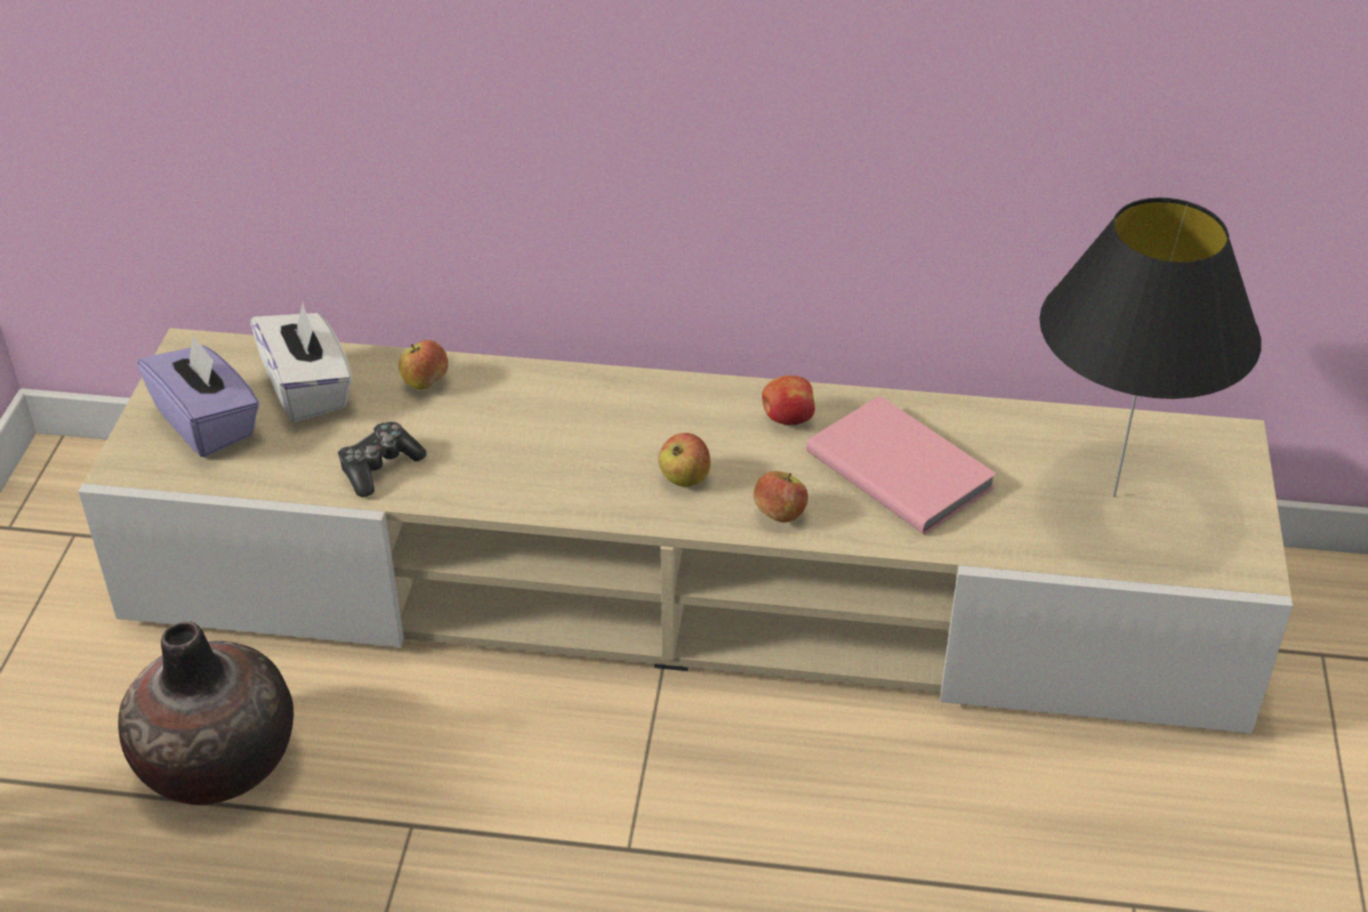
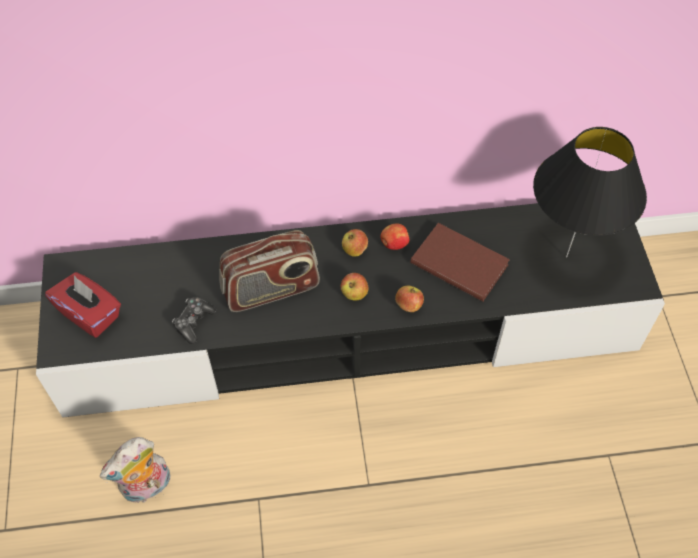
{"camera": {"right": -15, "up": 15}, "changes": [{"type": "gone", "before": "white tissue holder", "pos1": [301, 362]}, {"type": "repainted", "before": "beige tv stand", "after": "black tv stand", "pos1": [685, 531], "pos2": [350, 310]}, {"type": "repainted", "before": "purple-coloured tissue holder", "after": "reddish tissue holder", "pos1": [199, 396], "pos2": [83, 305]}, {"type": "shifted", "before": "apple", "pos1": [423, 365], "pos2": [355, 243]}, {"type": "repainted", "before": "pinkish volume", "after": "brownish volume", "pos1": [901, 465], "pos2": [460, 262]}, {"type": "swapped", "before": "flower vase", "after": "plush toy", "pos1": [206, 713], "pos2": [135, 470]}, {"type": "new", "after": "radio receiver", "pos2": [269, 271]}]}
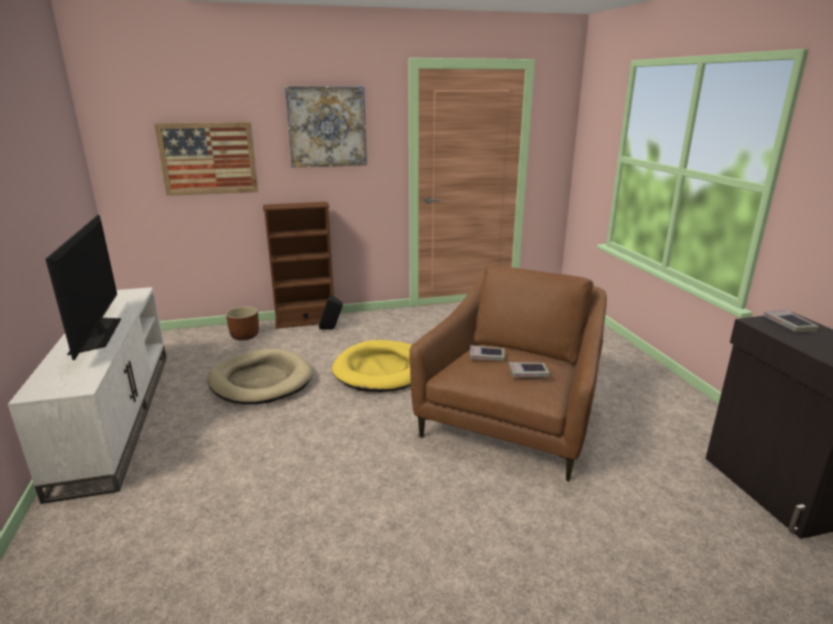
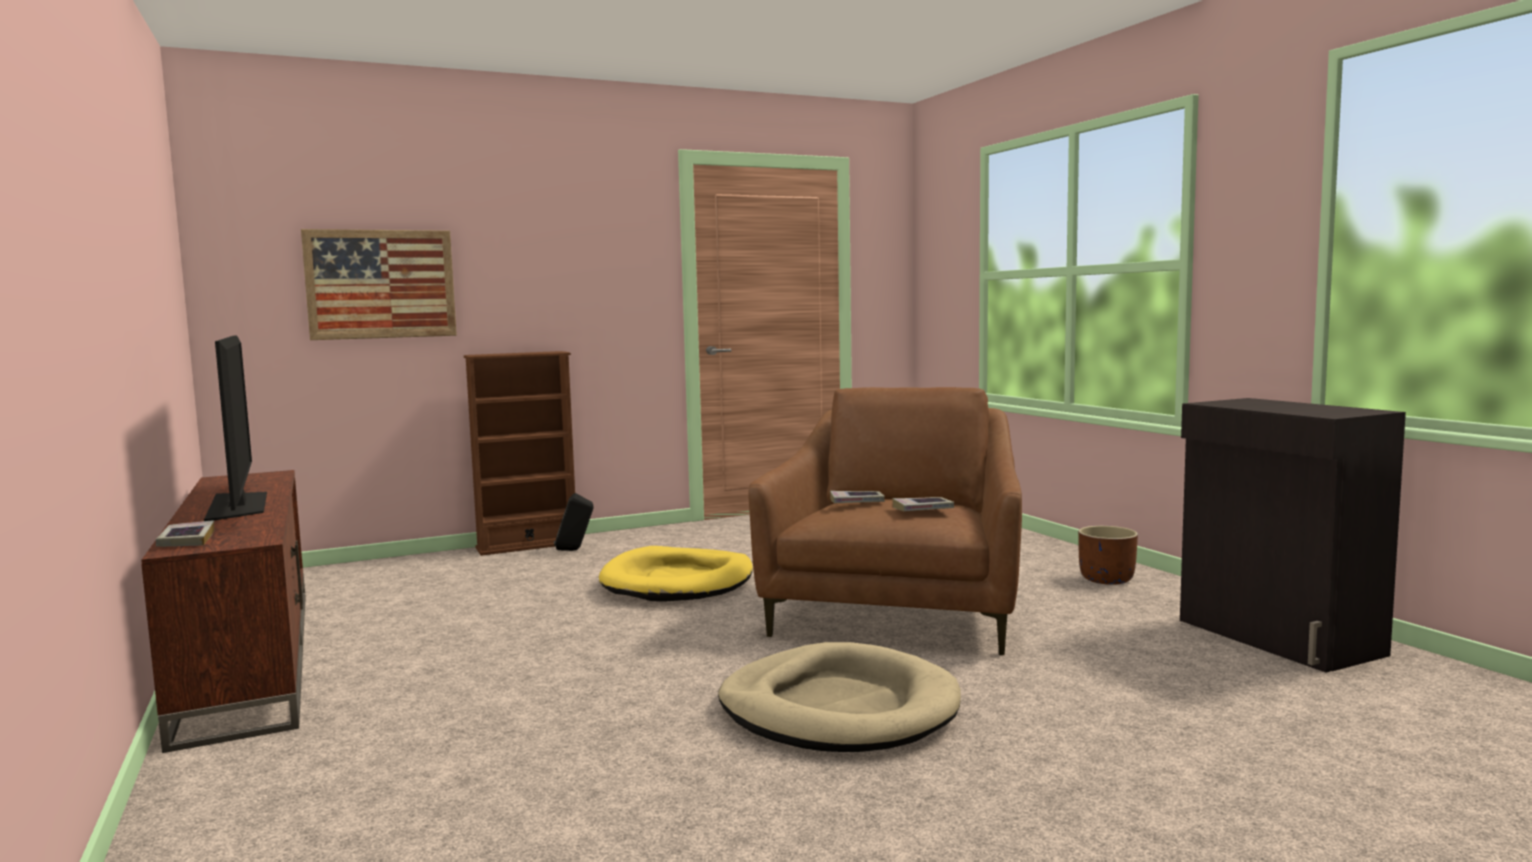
{"camera": {"right": -10, "up": -15}, "changes": [{"type": "gone", "before": "wall picture", "pos1": [326, 127]}, {"type": "repainted", "before": "white tv stand", "after": "brownish tv stand", "pos1": [87, 395], "pos2": [223, 611]}, {"type": "shifted", "before": "brownish flower pot", "pos1": [242, 323], "pos2": [1108, 555]}, {"type": "shifted", "before": "volume", "pos1": [791, 320], "pos2": [185, 533]}, {"type": "shifted", "before": "beige dog cushion", "pos1": [260, 376], "pos2": [839, 697]}]}
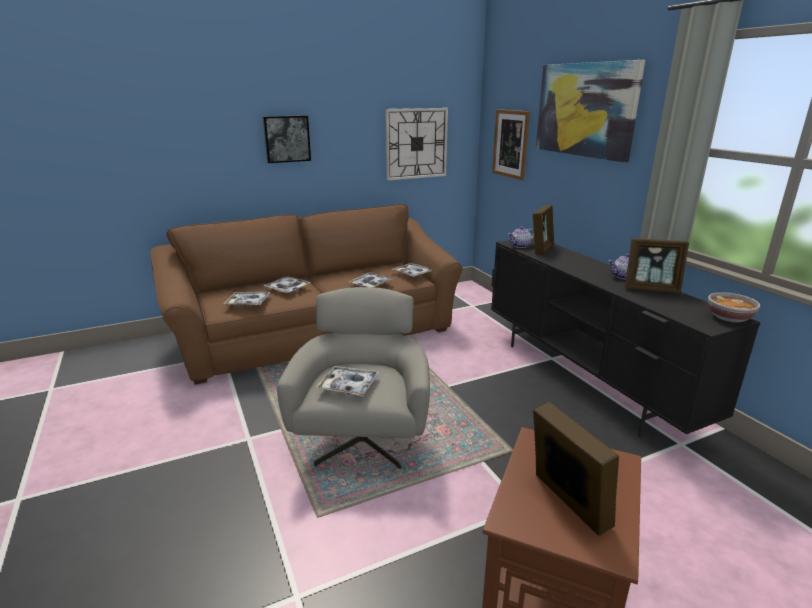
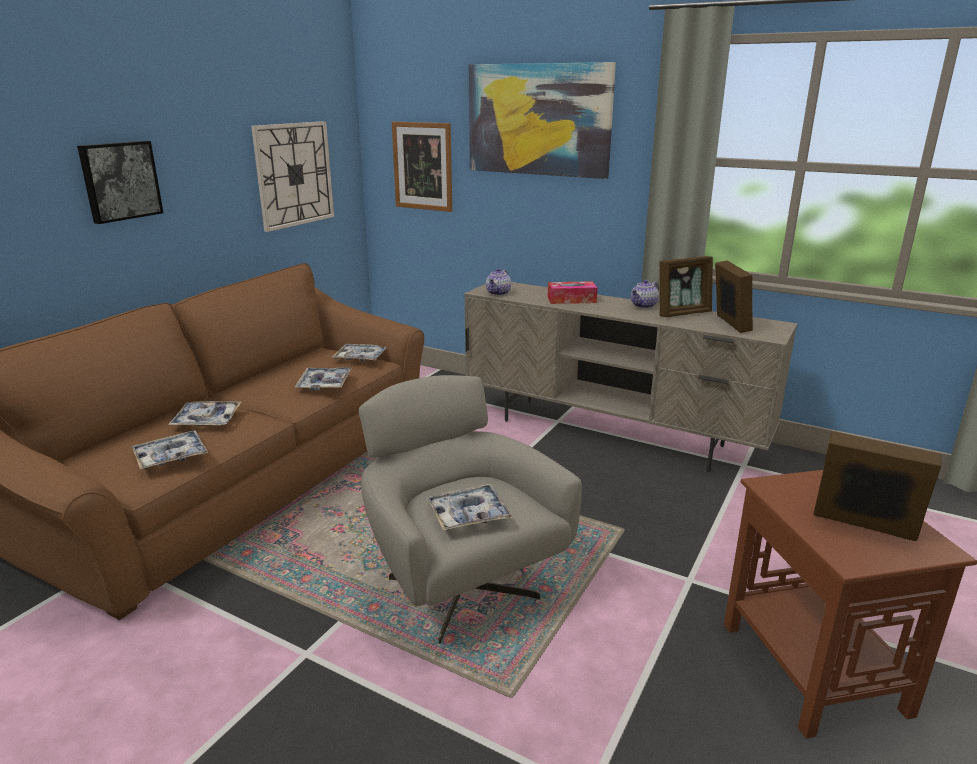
{"camera": {"right": -35, "up": 0}, "changes": [{"type": "shifted", "before": "picture frame", "pos1": [543, 229], "pos2": [734, 296]}, {"type": "repainted", "before": "black tv stand", "after": "beige tv stand", "pos1": [626, 337], "pos2": [630, 377]}, {"type": "gone", "before": "deep dish", "pos1": [734, 307]}, {"type": "new", "after": "tissue holder", "pos2": [573, 292]}]}
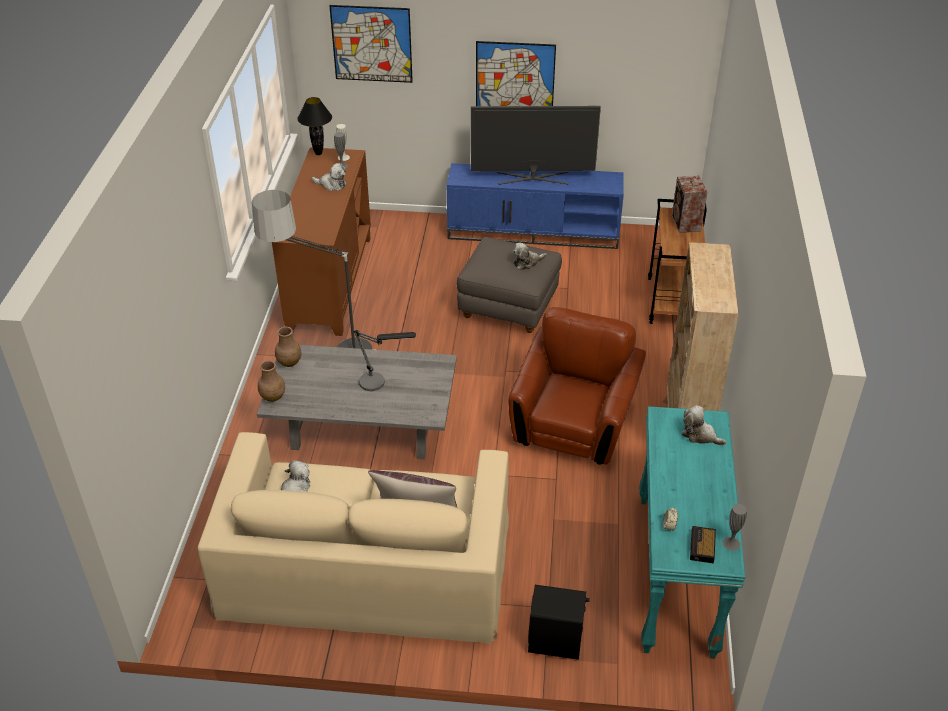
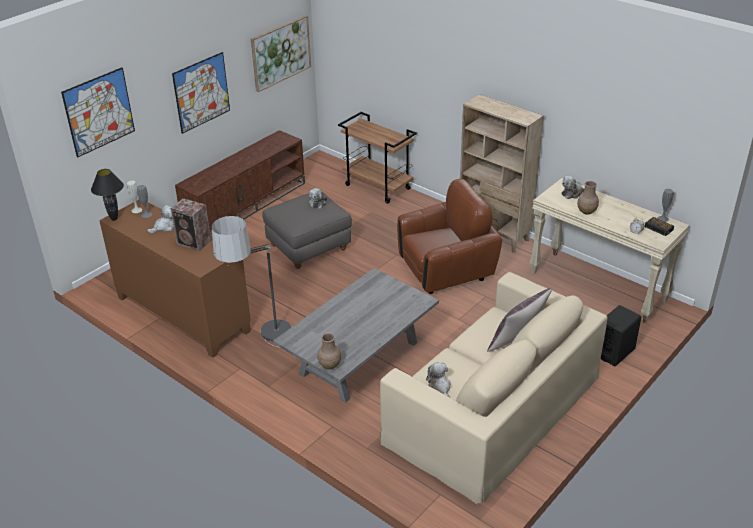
{"camera": {"right": -55, "up": -5}, "changes": [{"type": "gone", "before": "TV set", "pos1": [536, 145]}, {"type": "repainted", "before": "bluish tv stand", "after": "brownish tv stand", "pos1": [535, 206], "pos2": [240, 180]}, {"type": "shifted", "before": "audio speaker", "pos1": [689, 204], "pos2": [191, 224]}, {"type": "rotated", "before": "brownish lounge chair", "pos1": [577, 386], "pos2": [449, 236], "turn": 105}, {"type": "shifted", "before": "brownish flower vase", "pos1": [288, 347], "pos2": [588, 198]}, {"type": "gone", "before": "table lamp", "pos1": [385, 360]}, {"type": "repainted", "before": "turquoise hall table", "after": "beige hall table", "pos1": [692, 532], "pos2": [610, 250]}, {"type": "new", "after": "wall picture", "pos2": [281, 53]}]}
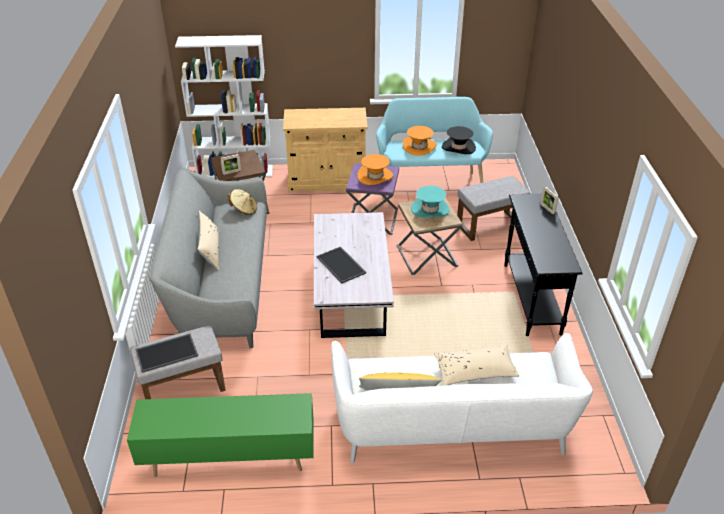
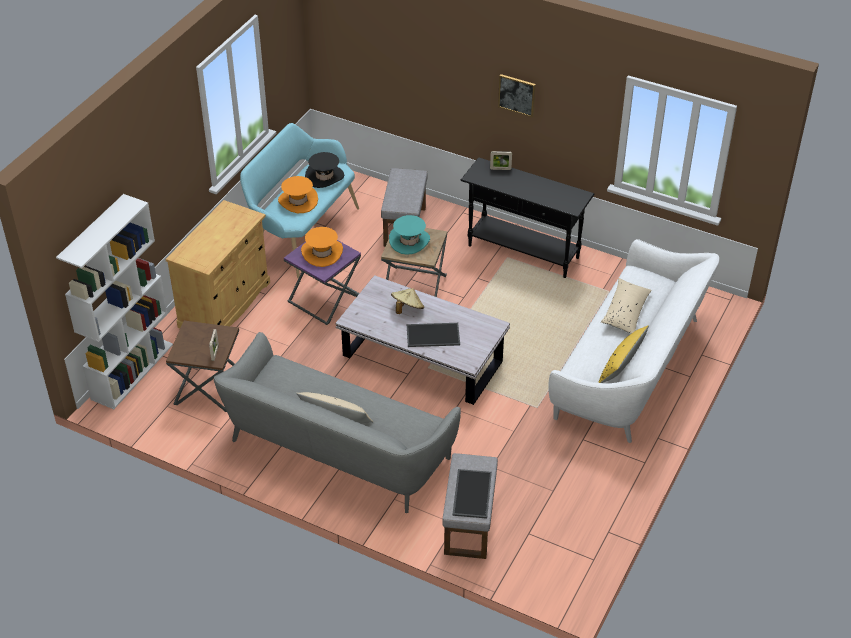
{"camera": {"right": -60, "up": 5}, "changes": [{"type": "shifted", "before": "beige hat", "pos1": [242, 202], "pos2": [407, 301]}, {"type": "gone", "before": "greenish tv stand", "pos1": [220, 435]}, {"type": "new", "after": "wall picture", "pos2": [517, 95]}]}
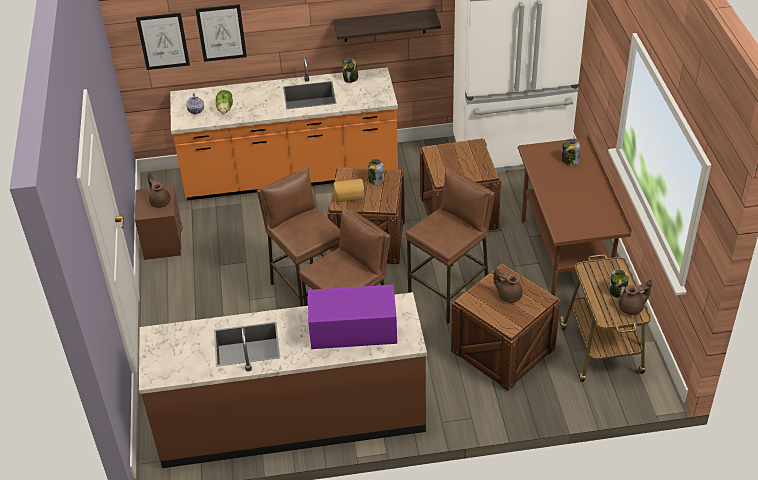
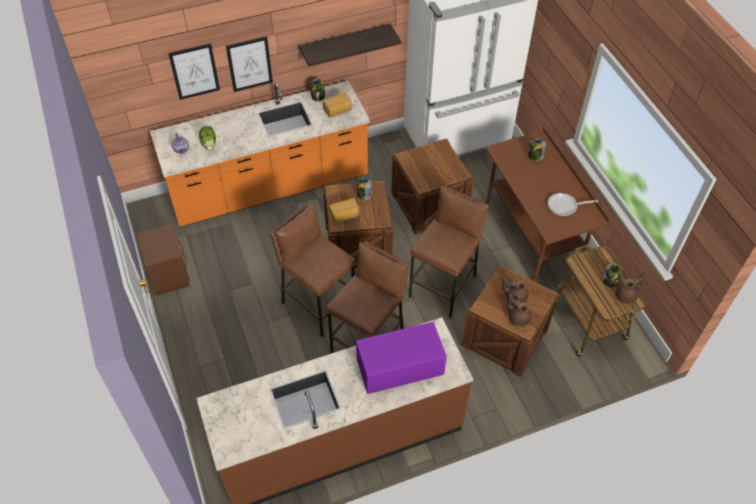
{"camera": {"right": -15, "up": 10}, "changes": [{"type": "shifted", "before": "wall picture", "pos1": [163, 41], "pos2": [249, 64]}, {"type": "shifted", "before": "brownish tea pot", "pos1": [159, 190], "pos2": [519, 310]}, {"type": "new", "after": "bread", "pos2": [337, 105]}, {"type": "new", "after": "skillet", "pos2": [573, 204]}]}
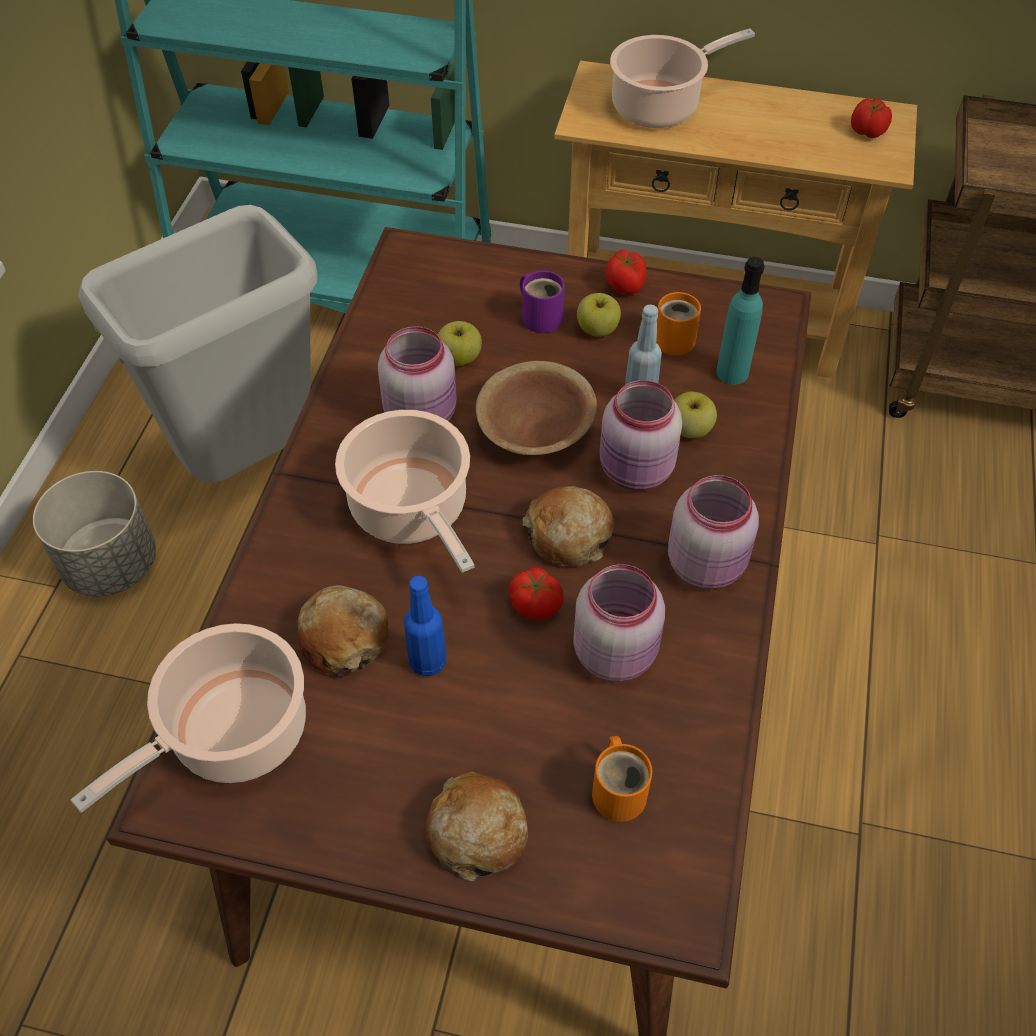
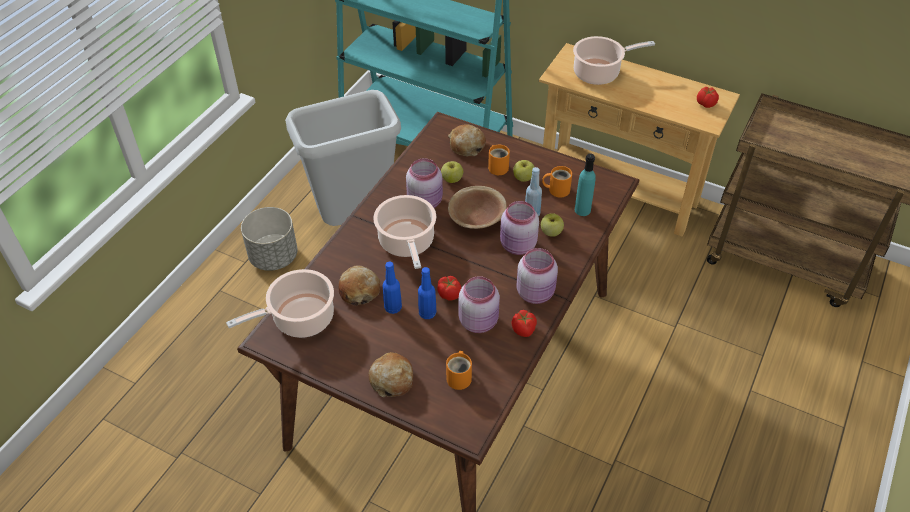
{"camera": {"right": 15, "up": -5}, "changes": [{"type": "shifted", "before": "fresh tomato", "pos1": [626, 272], "pos2": [524, 323]}, {"type": "repainted", "before": "purple-coloured coffee mug", "after": "orange coffee mug", "pos1": [542, 302], "pos2": [499, 160]}, {"type": "shifted", "before": "bread", "pos1": [568, 526], "pos2": [467, 140]}, {"type": "new", "after": "bluish drink bottle", "pos2": [427, 293]}]}
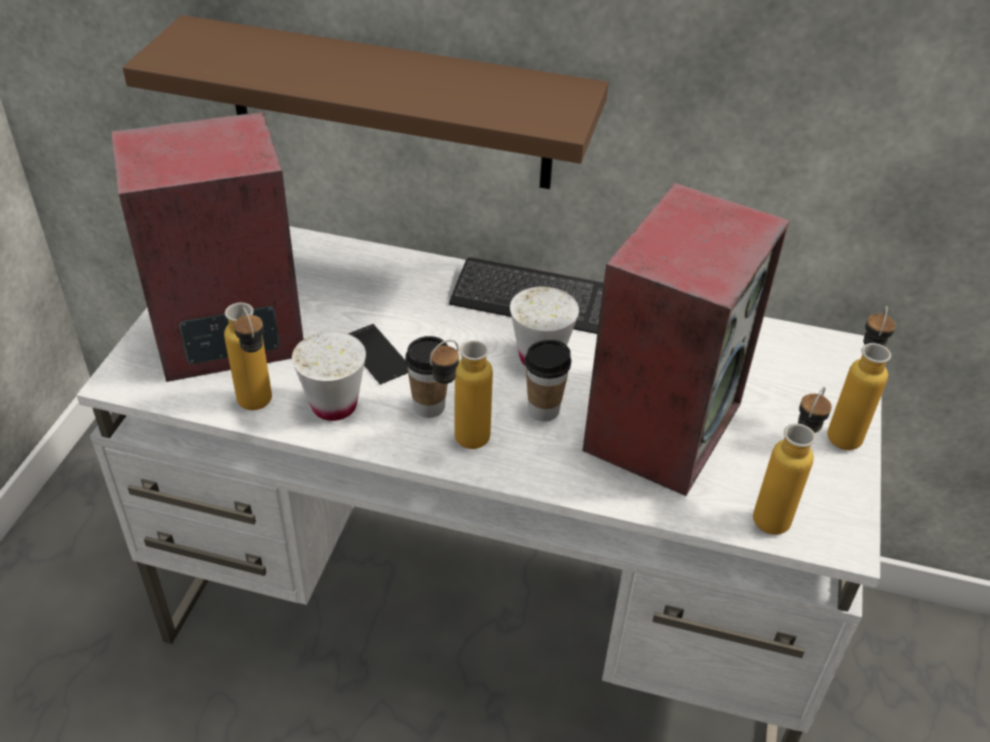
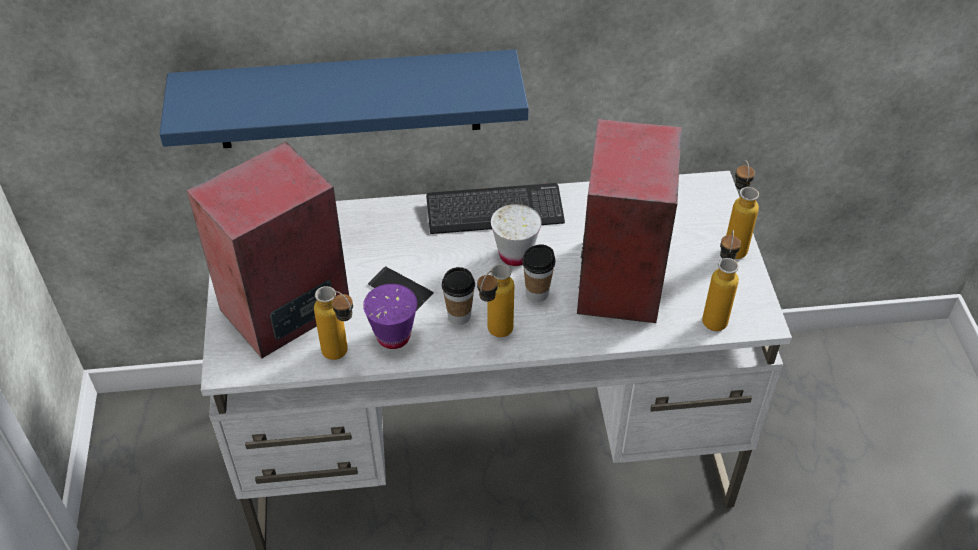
{"camera": {"right": -20, "up": 5}, "changes": [{"type": "repainted", "before": "brownish bracket shelf", "after": "bluish bracket shelf", "pos1": [365, 102], "pos2": [344, 98]}, {"type": "repainted", "before": "white drinking cup", "after": "purple-coloured drinking cup", "pos1": [329, 376], "pos2": [390, 316]}]}
